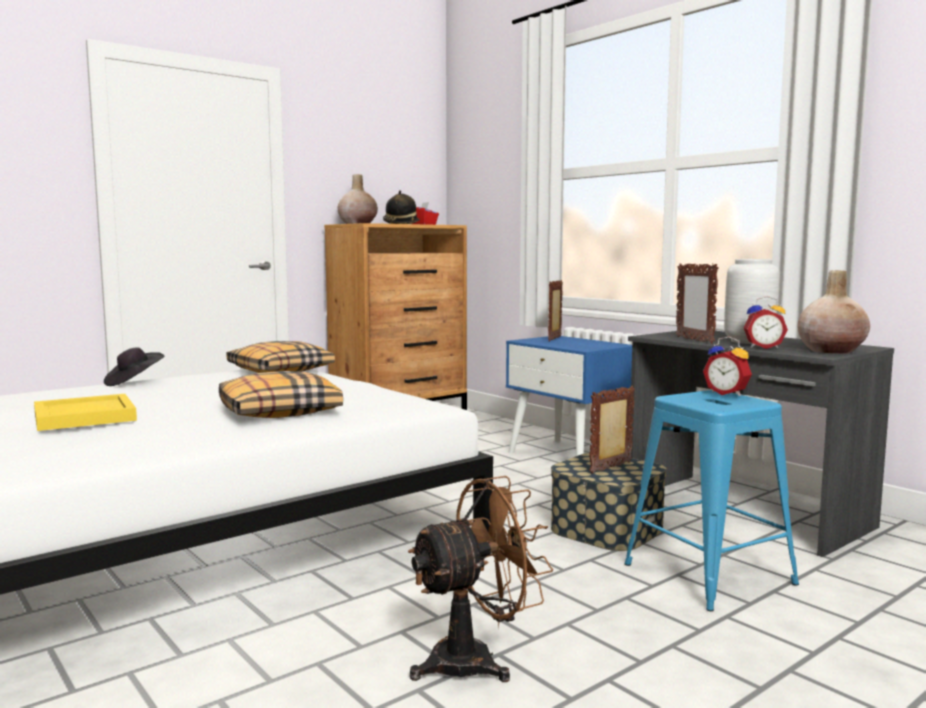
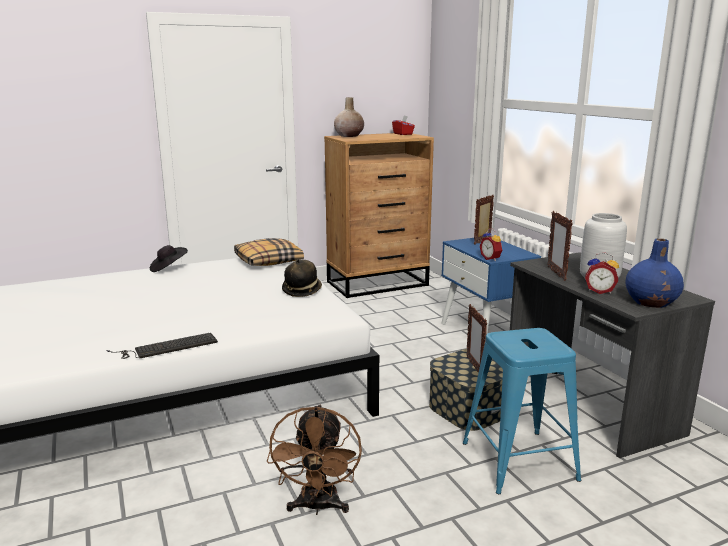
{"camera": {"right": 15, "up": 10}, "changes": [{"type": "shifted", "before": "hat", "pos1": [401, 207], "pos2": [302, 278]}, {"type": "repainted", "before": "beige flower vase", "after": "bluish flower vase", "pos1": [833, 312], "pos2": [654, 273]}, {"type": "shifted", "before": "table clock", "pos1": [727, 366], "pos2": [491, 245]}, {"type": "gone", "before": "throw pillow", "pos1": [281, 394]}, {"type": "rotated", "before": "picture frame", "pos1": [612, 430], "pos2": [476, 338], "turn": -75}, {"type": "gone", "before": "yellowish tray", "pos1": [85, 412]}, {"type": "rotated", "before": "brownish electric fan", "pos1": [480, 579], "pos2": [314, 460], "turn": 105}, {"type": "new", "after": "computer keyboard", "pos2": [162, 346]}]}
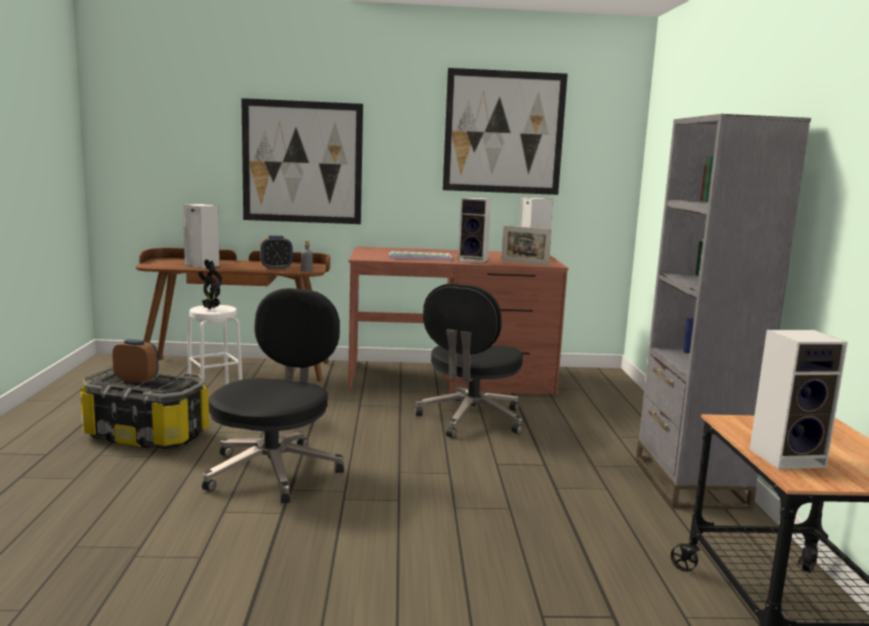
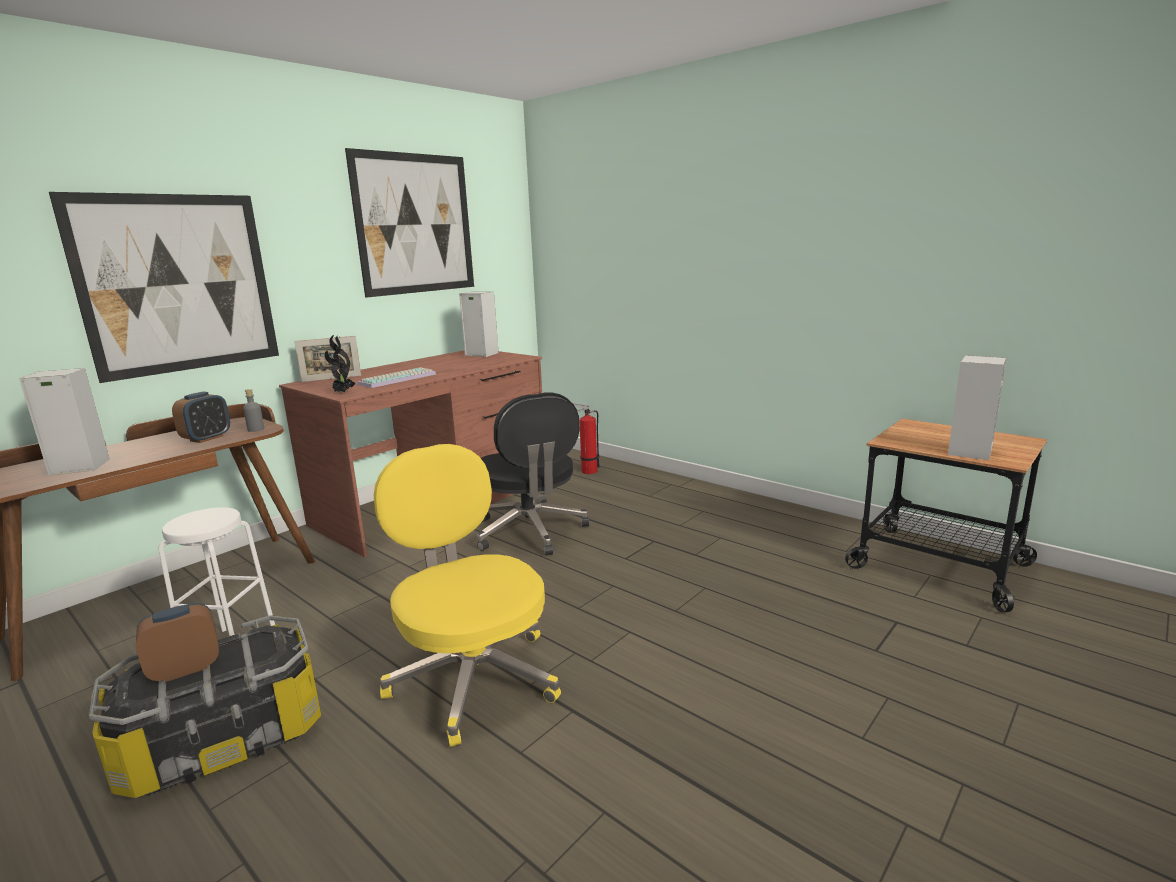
{"camera": {"right": -45, "up": 5}, "changes": [{"type": "gone", "before": "grey bookshelf", "pos1": [723, 312]}, {"type": "gone", "before": "audio speaker", "pos1": [474, 230]}, {"type": "shifted", "before": "picture frame", "pos1": [526, 246], "pos2": [327, 359]}, {"type": "shifted", "before": "potted plant", "pos1": [210, 285], "pos2": [340, 364]}, {"type": "repainted", "before": "black office chair", "after": "yellowish office chair", "pos1": [273, 395], "pos2": [467, 595]}, {"type": "new", "after": "extinguisher", "pos2": [586, 438]}]}
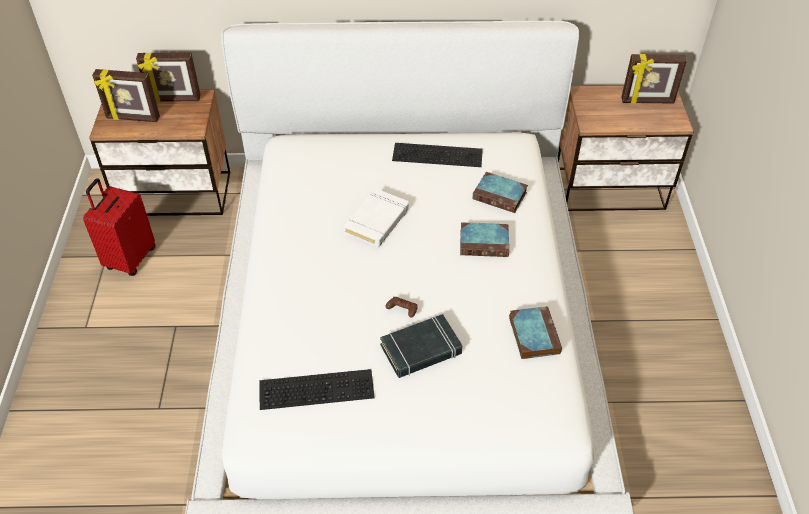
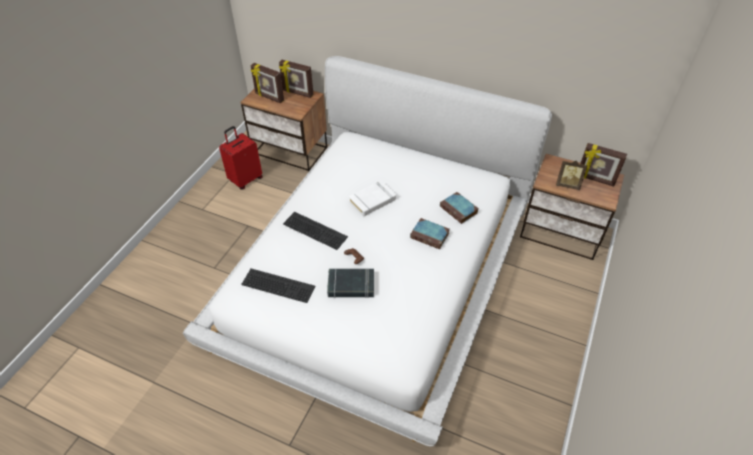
{"camera": {"right": 25, "up": 0}, "changes": [{"type": "shifted", "before": "computer keyboard", "pos1": [437, 155], "pos2": [315, 231]}, {"type": "gone", "before": "volume", "pos1": [535, 332]}, {"type": "new", "after": "picture frame", "pos2": [572, 175]}]}
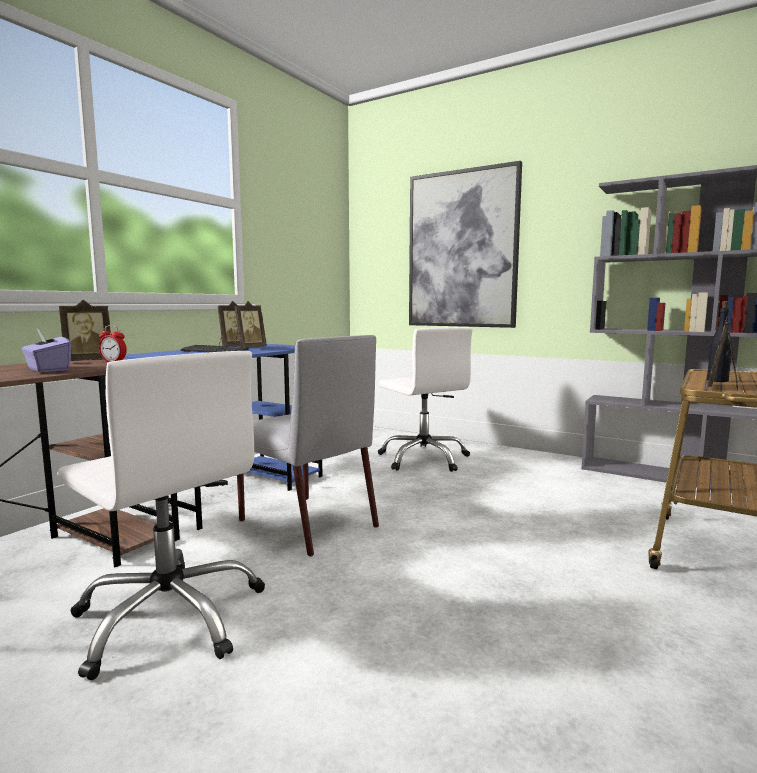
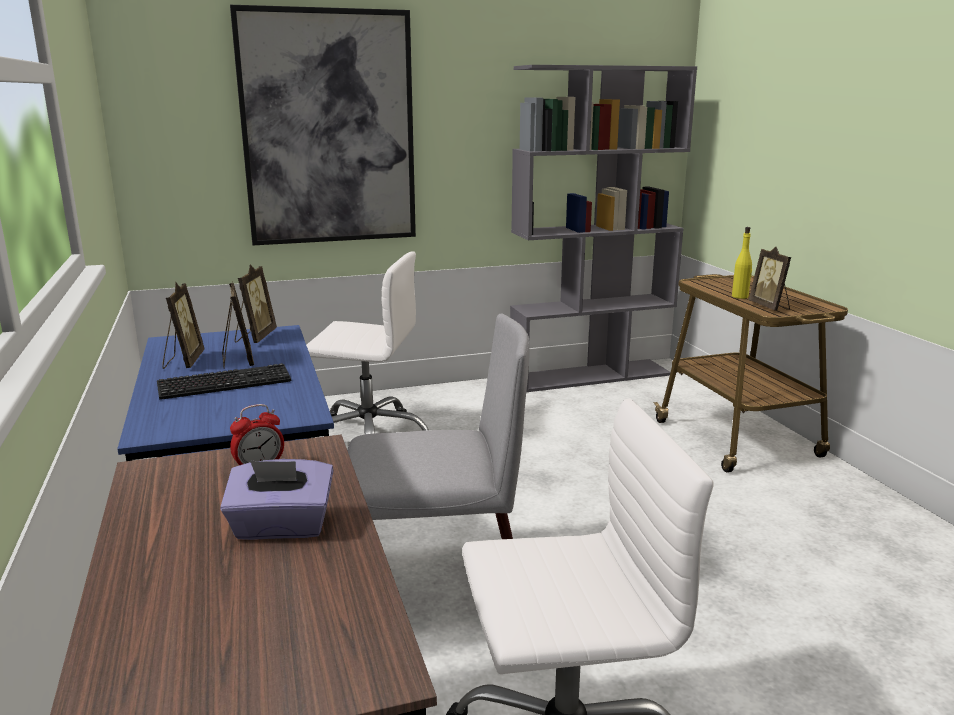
{"camera": {"right": -50, "up": 10}, "changes": [{"type": "shifted", "before": "picture frame", "pos1": [85, 330], "pos2": [256, 304]}, {"type": "repainted", "before": "black drink bottle", "after": "yellowish drink bottle", "pos1": [720, 341], "pos2": [742, 263]}]}
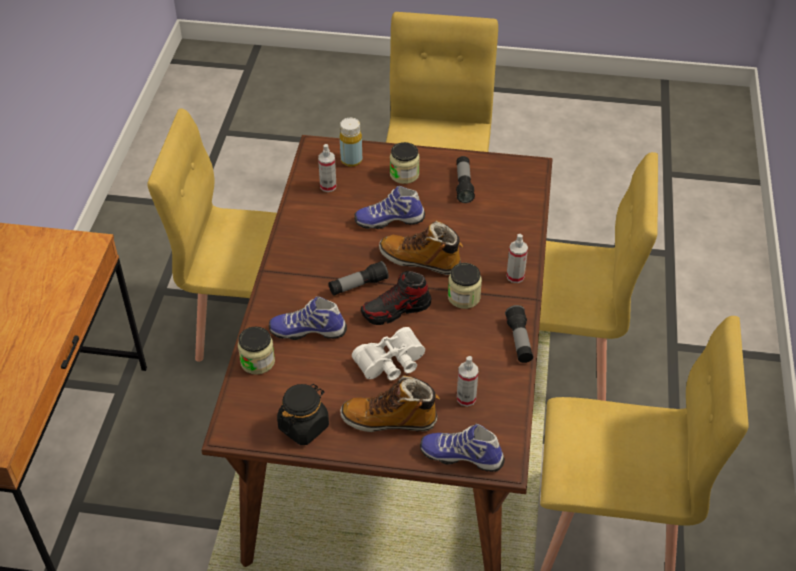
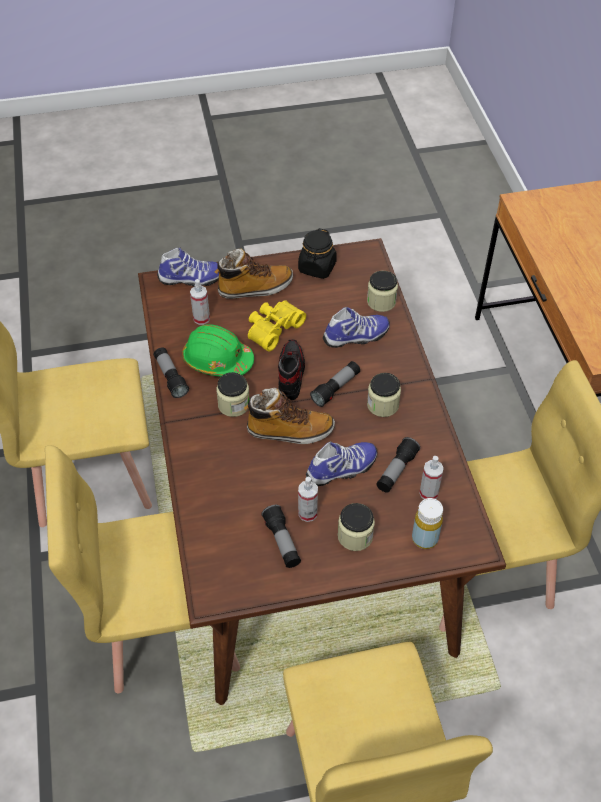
{"camera": {"right": 160, "up": 5}, "changes": [{"type": "shifted", "before": "spray bottle", "pos1": [517, 258], "pos2": [308, 499]}, {"type": "rotated", "before": "item of footwear", "pos1": [396, 298], "pos2": [291, 369], "turn": -45}, {"type": "repainted", "before": "white binoculars", "after": "yellowish binoculars", "pos1": [388, 354], "pos2": [277, 326]}, {"type": "new", "after": "greenish hard hat", "pos2": [218, 350]}, {"type": "new", "after": "preserve jar", "pos2": [384, 395]}, {"type": "new", "after": "flashlight", "pos2": [398, 465]}]}
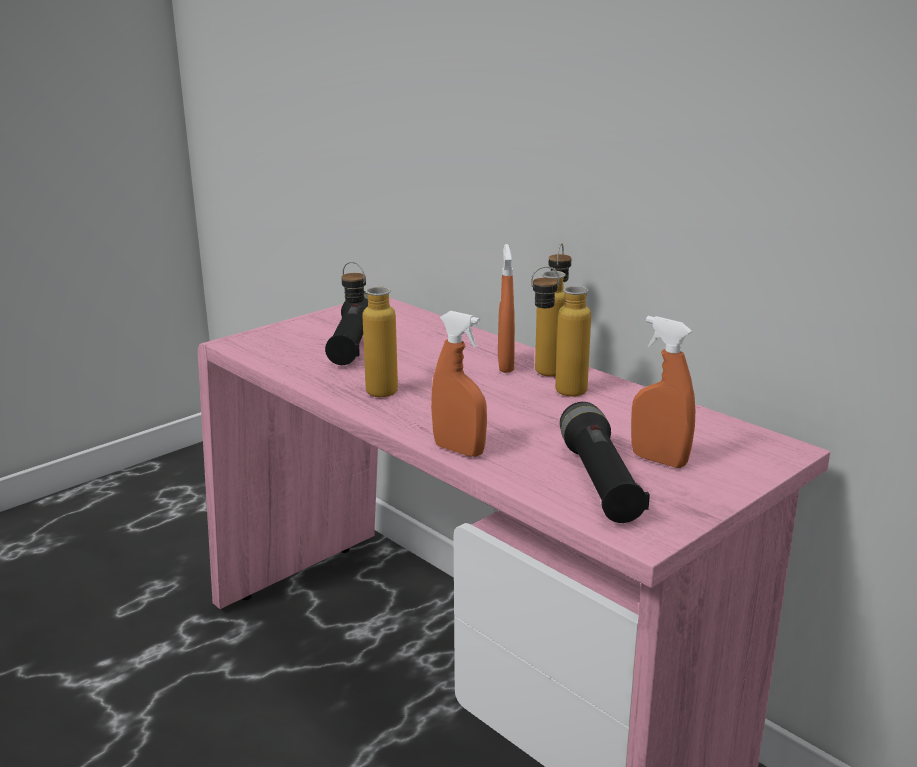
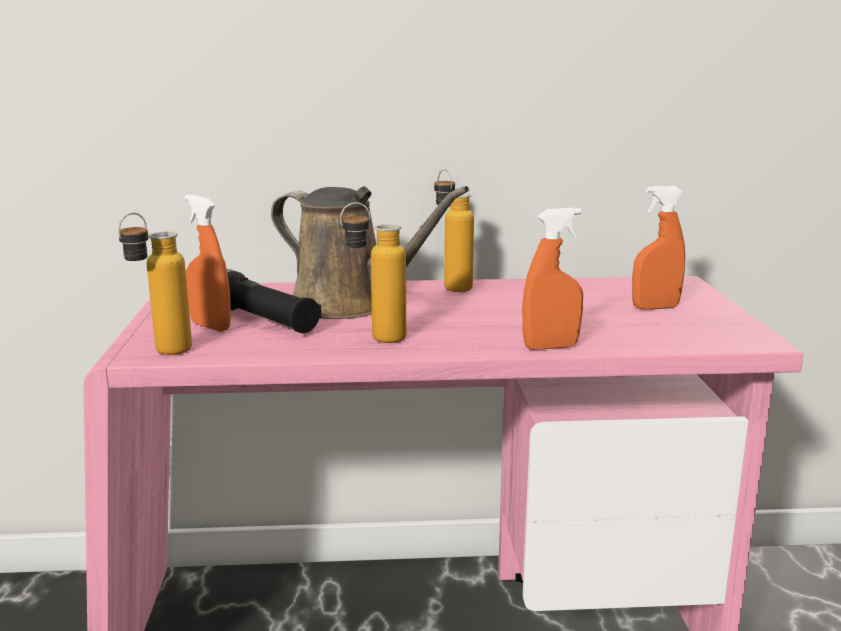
{"camera": {"right": -50, "up": -5}, "changes": [{"type": "shifted", "before": "orange spray bottle", "pos1": [506, 308], "pos2": [208, 263]}, {"type": "shifted", "before": "drink bottle", "pos1": [561, 331], "pos2": [155, 284]}, {"type": "gone", "before": "black flashlight", "pos1": [605, 462]}, {"type": "new", "after": "brownish watering pot", "pos2": [370, 252]}]}
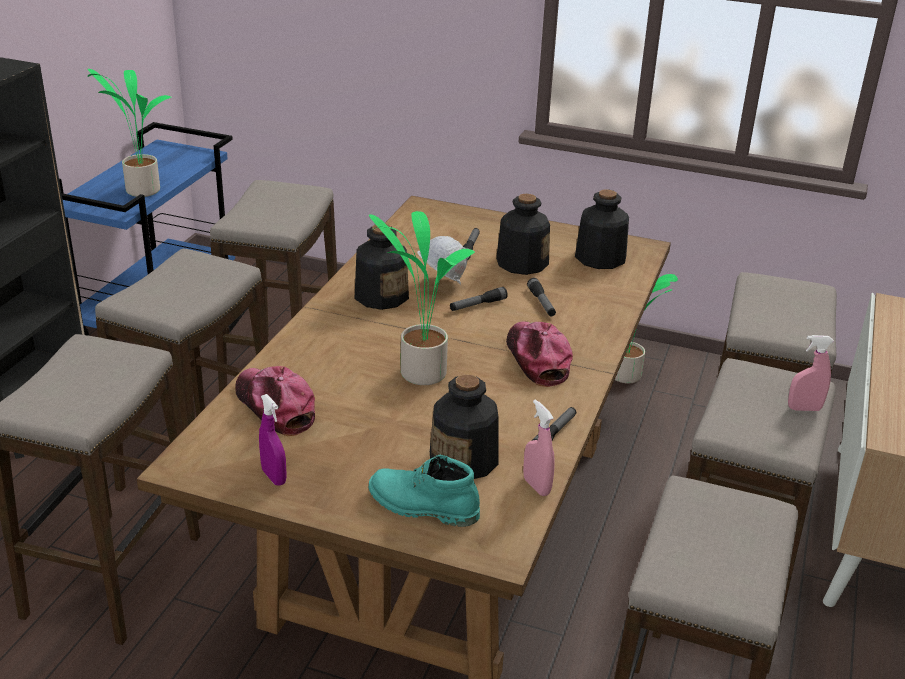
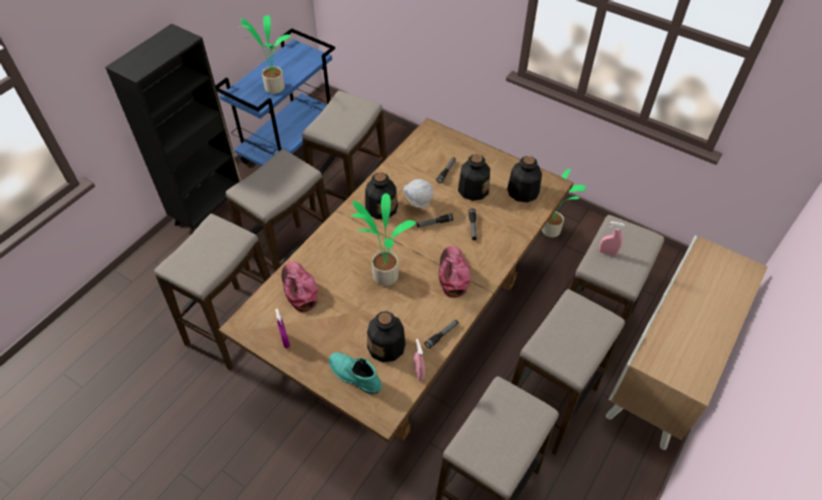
{"camera": {"right": 15, "up": 20}, "changes": [{"type": "shifted", "before": "pinkish spray bottle", "pos1": [811, 373], "pos2": [612, 238]}]}
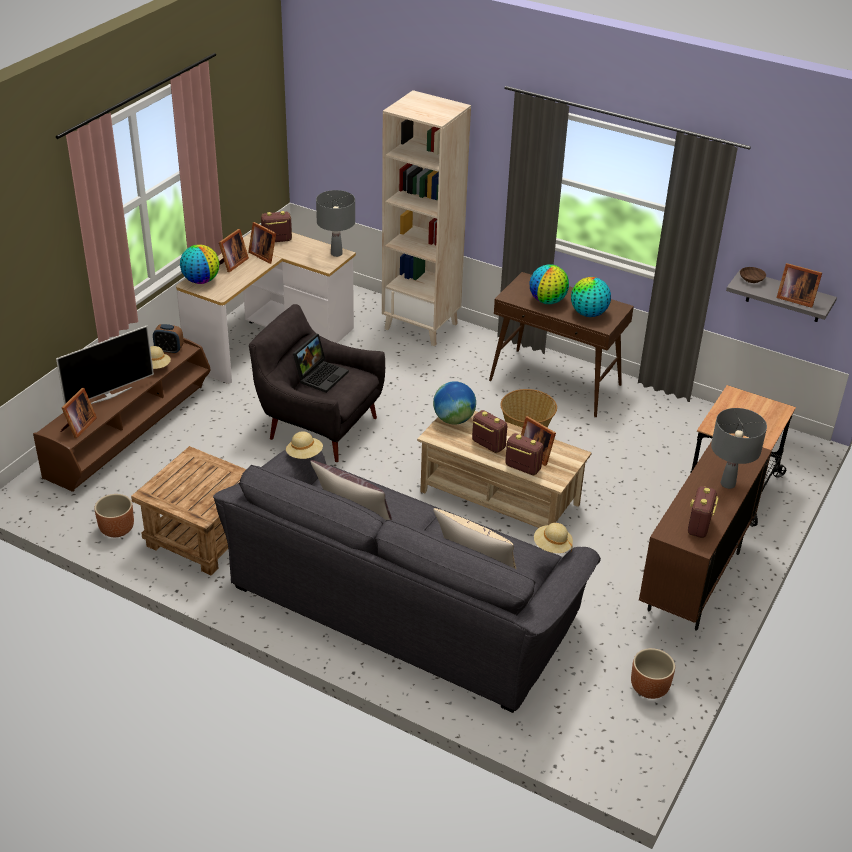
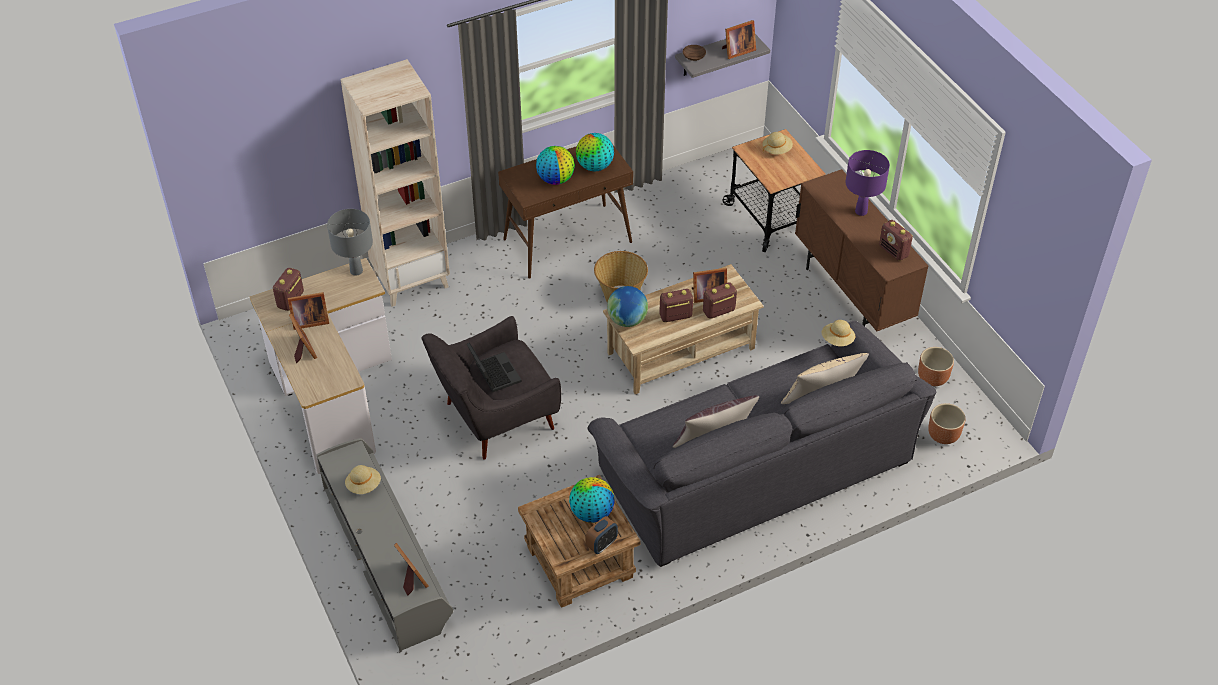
{"camera": {"right": -55, "up": 10}, "changes": [{"type": "shifted", "before": "globe", "pos1": [200, 264], "pos2": [592, 500]}, {"type": "shifted", "before": "table clock", "pos1": [168, 339], "pos2": [601, 535]}, {"type": "gone", "before": "TV set", "pos1": [105, 365]}, {"type": "repainted", "before": "brownish tv stand", "after": "grey tv stand", "pos1": [122, 415], "pos2": [384, 544]}, {"type": "repainted", "before": "grey table lamp", "after": "purple-coloured table lamp", "pos1": [739, 448], "pos2": [867, 183]}, {"type": "shifted", "before": "beige hat", "pos1": [304, 445], "pos2": [778, 143]}, {"type": "shifted", "before": "brownish flower pot", "pos1": [114, 515], "pos2": [946, 423]}]}
